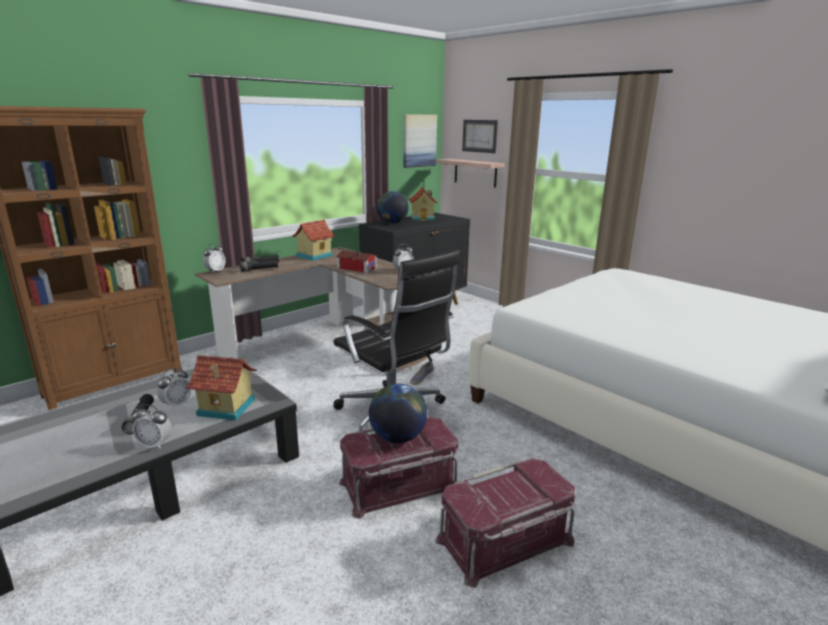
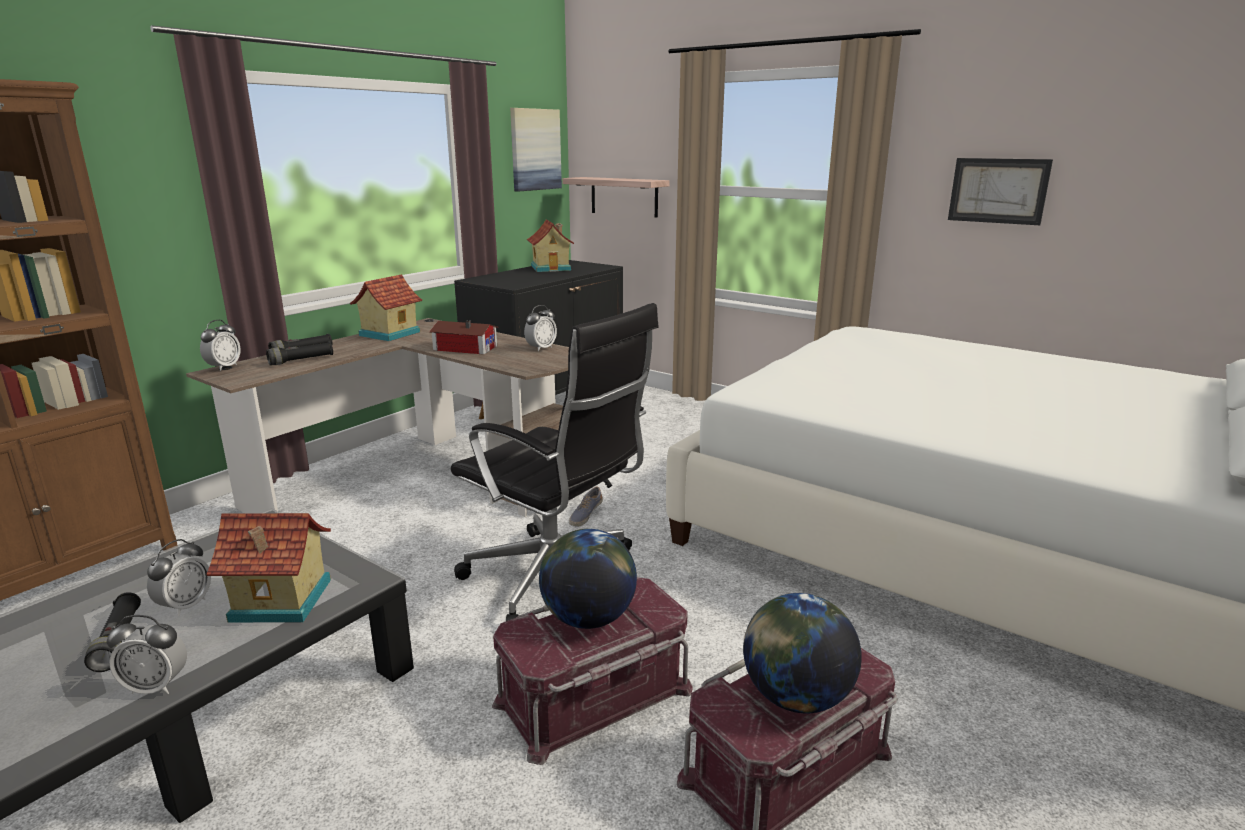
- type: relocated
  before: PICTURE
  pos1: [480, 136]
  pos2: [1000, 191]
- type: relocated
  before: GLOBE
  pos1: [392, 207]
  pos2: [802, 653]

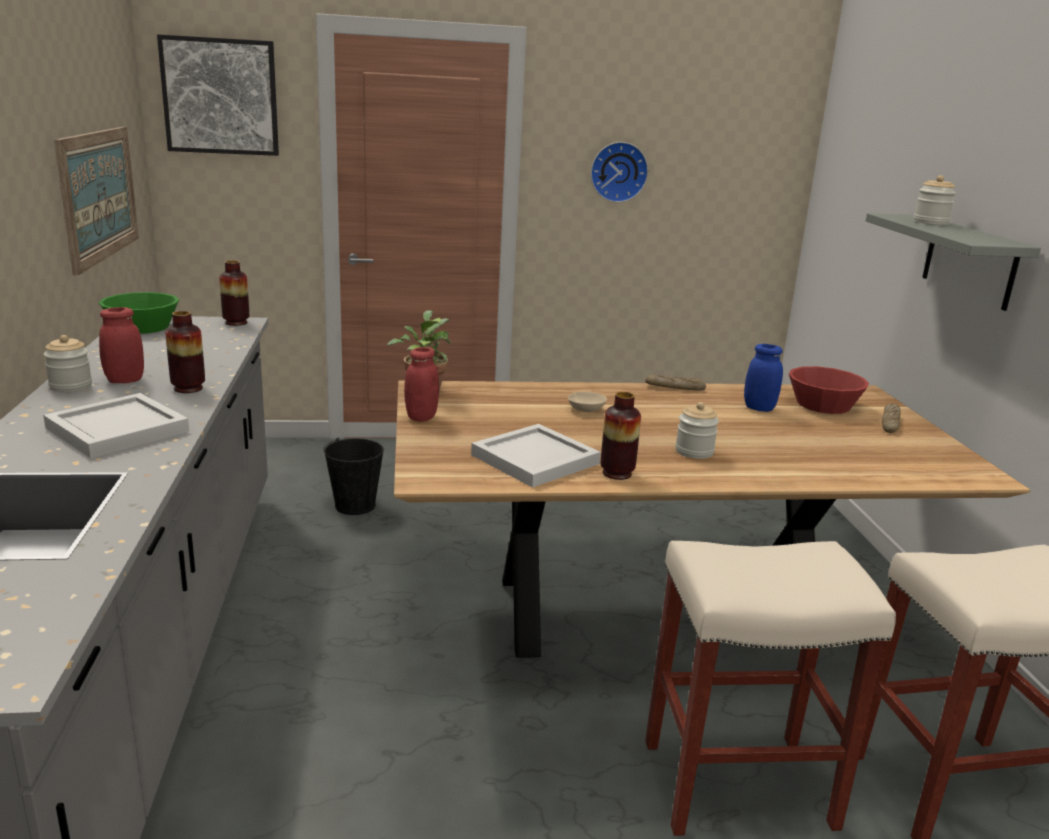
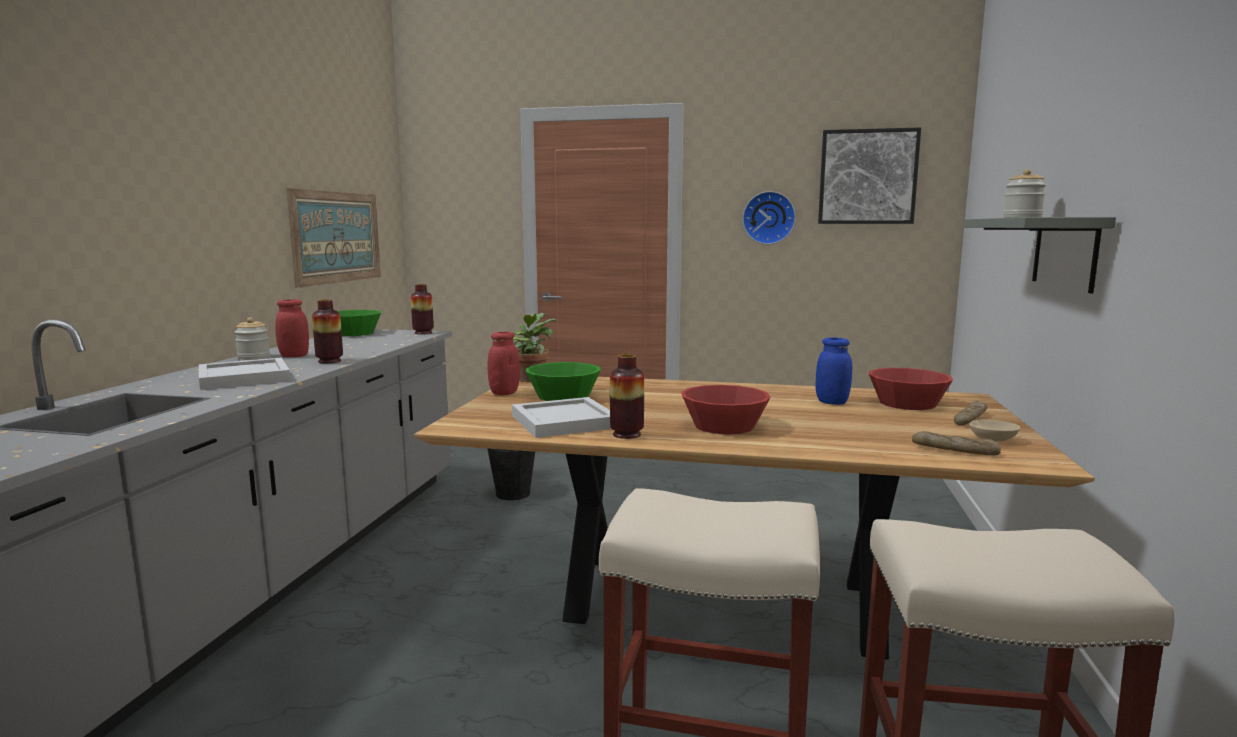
- type: relocated
  before: PICTURE
  pos1: [218, 95]
  pos2: [869, 175]
- type: relocated
  before: BREAD
  pos1: [675, 382]
  pos2: [956, 443]
- type: relocated
  before: BEIGE BOWL
  pos1: [587, 402]
  pos2: [994, 430]
- type: exchanged
  before: JAR
  after: RED BOWL
  pos1: [697, 430]
  pos2: [726, 410]
- type: appeared
  after: GREEN BOWL
  pos2: [563, 381]

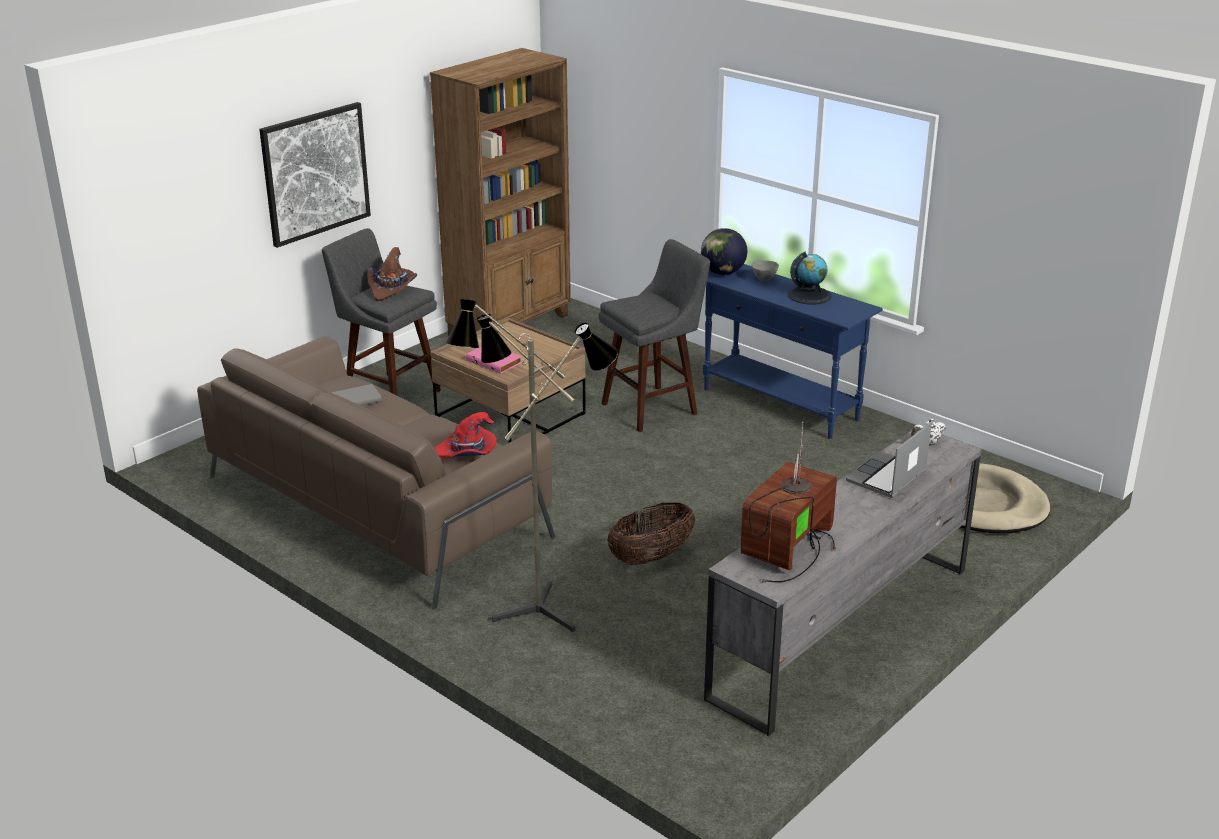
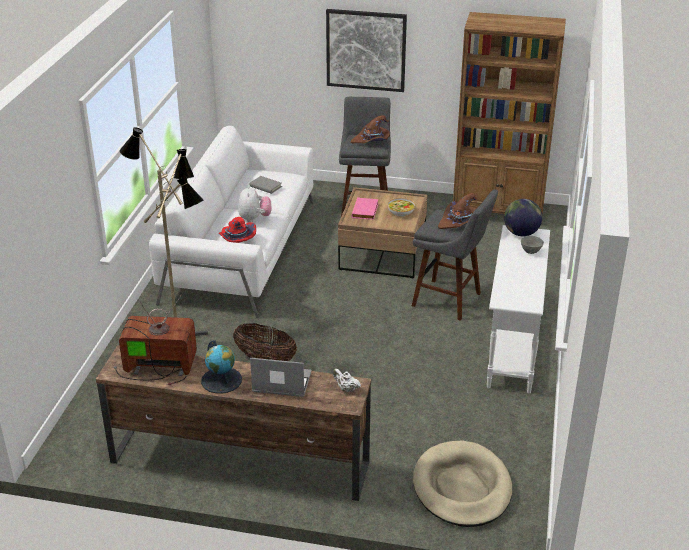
- type: relocated
  before: GLOBE
  pos1: [810, 278]
  pos2: [221, 367]
- type: colour
  before: BLUE CONSOLE TABLE
  after: WHITE CONSOLE TABLE
  pos1: [793, 351]
  pos2: [518, 309]
- type: colour
  before: BROWN SOFA
  after: WHITE SOFA
  pos1: [376, 473]
  pos2: [231, 222]
- type: colour
  before: GREY TV STAND
  after: BROWN TV STAND
  pos1: [843, 583]
  pos2: [233, 423]
- type: appeared
  after: PLUSH TOY
  pos2: [255, 204]
- type: appeared
  after: BROWN HAT
  pos2: [457, 211]
- type: appeared
  after: BOWL
  pos2: [401, 207]

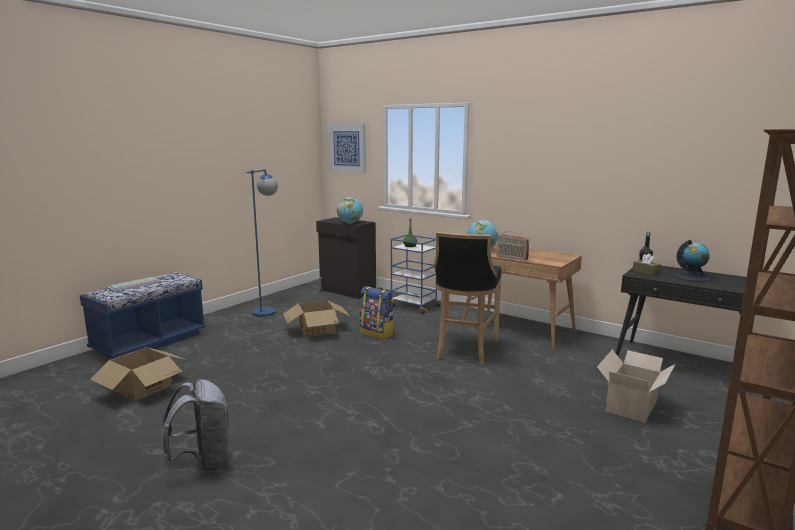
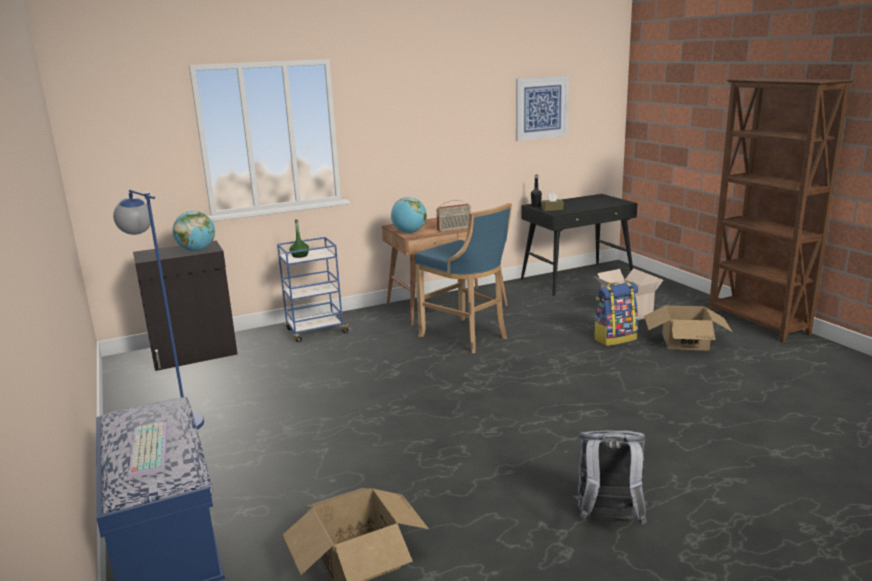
- type: relocated
  before: PICTURE
  pos1: [347, 148]
  pos2: [542, 108]
- type: colour
  before: BLACK STOOL
  after: BLUE STOOL
  pos1: [467, 298]
  pos2: [463, 278]
- type: missing
  before: GLOBE
  pos1: [693, 261]
- type: relocated
  before: BACKPACK
  pos1: [377, 313]
  pos2: [616, 314]
- type: relocated
  before: CARDBOARD BOX
  pos1: [316, 318]
  pos2: [688, 328]

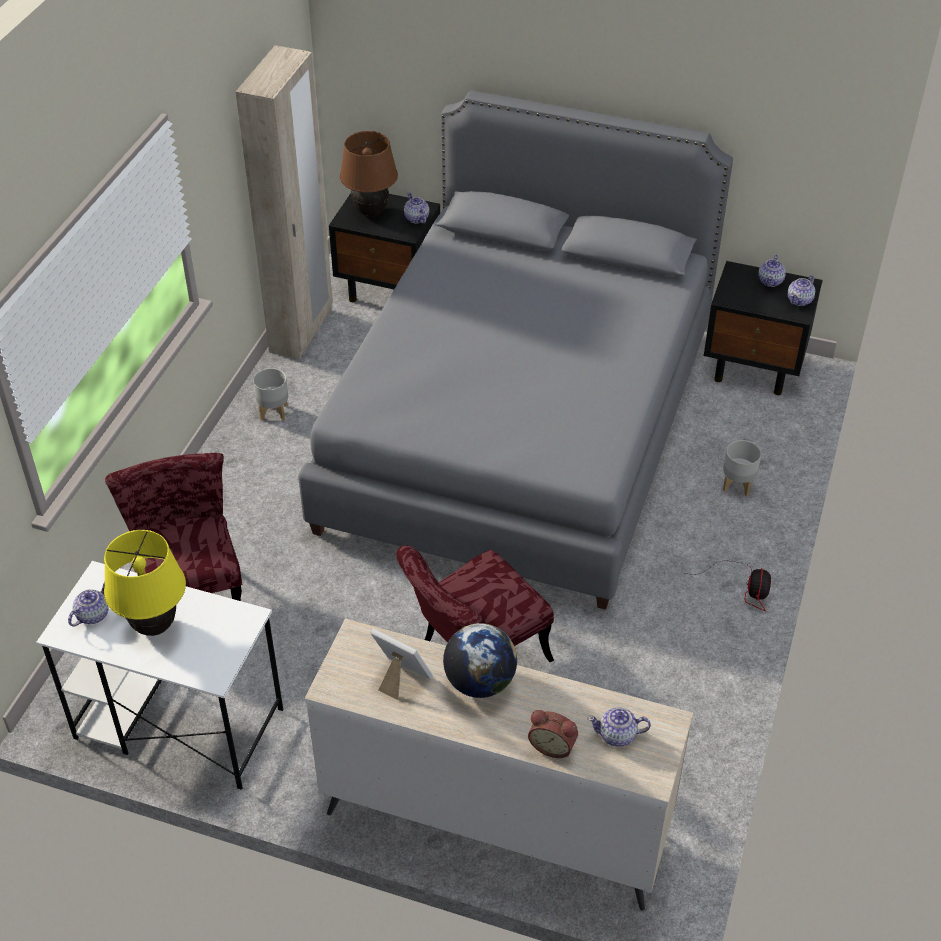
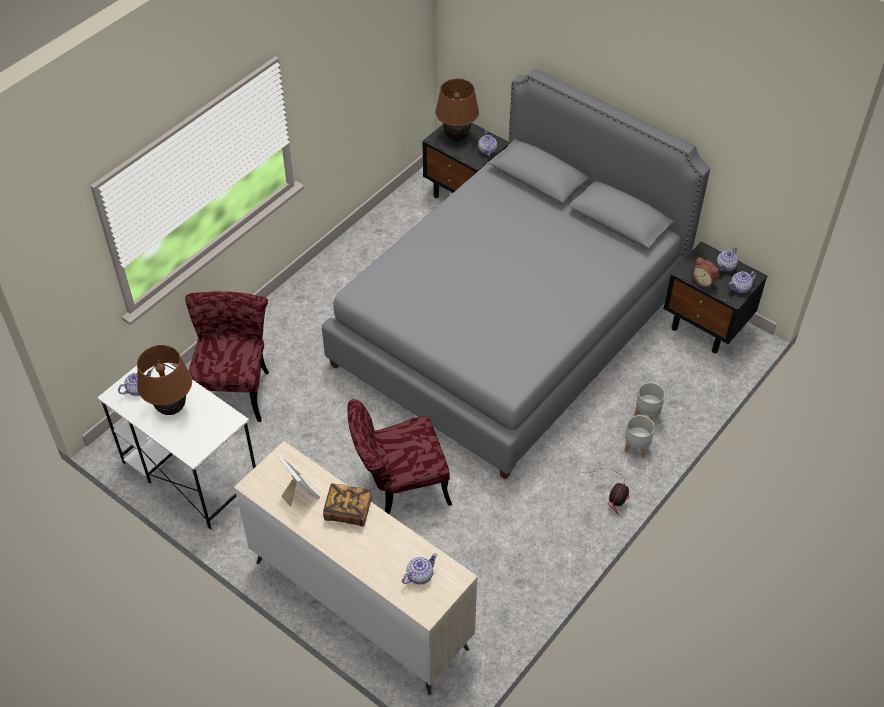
- type: missing
  before: BEIGE WARDROBE
  pos1: [284, 202]
- type: relocated
  before: GREY PLANTER
  pos1: [270, 394]
  pos2: [640, 436]
- type: colour
  before: YELLOW TABLE LAMP
  after: BROWN TABLE LAMP
  pos1: [145, 583]
  pos2: [164, 380]
- type: exchanged
  before: GLOBE
  after: BOOK
  pos1: [480, 660]
  pos2: [347, 504]
- type: spun
  before: TEAPOT
  pos1: [619, 727]
  pos2: [420, 569]
  turn: 120
- type: relocated
  before: ALARM CLOCK
  pos1: [553, 734]
  pos2: [705, 272]

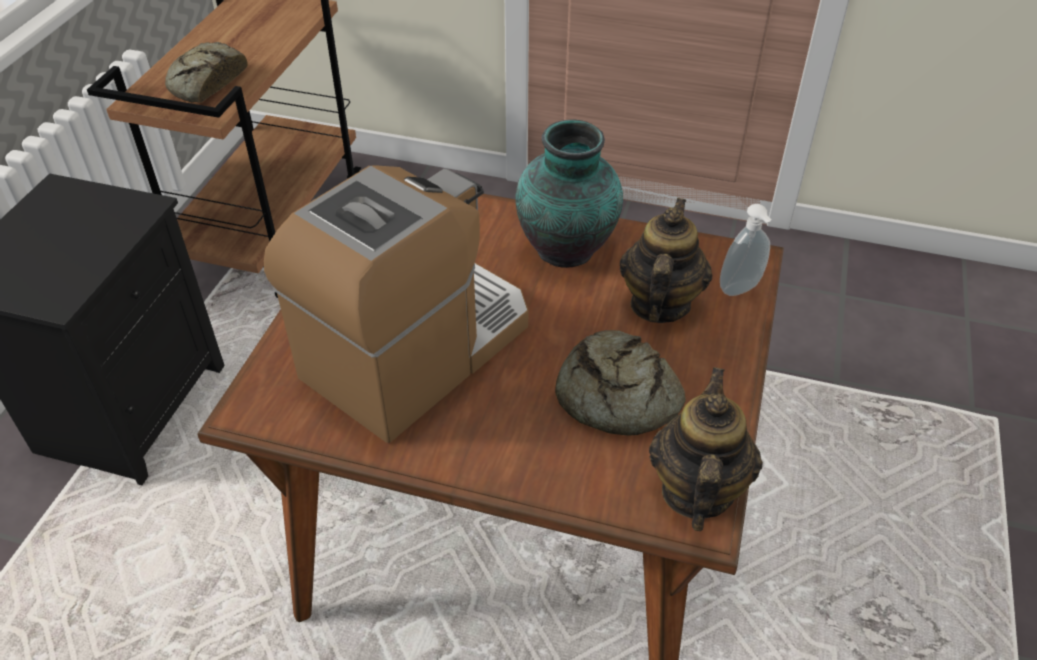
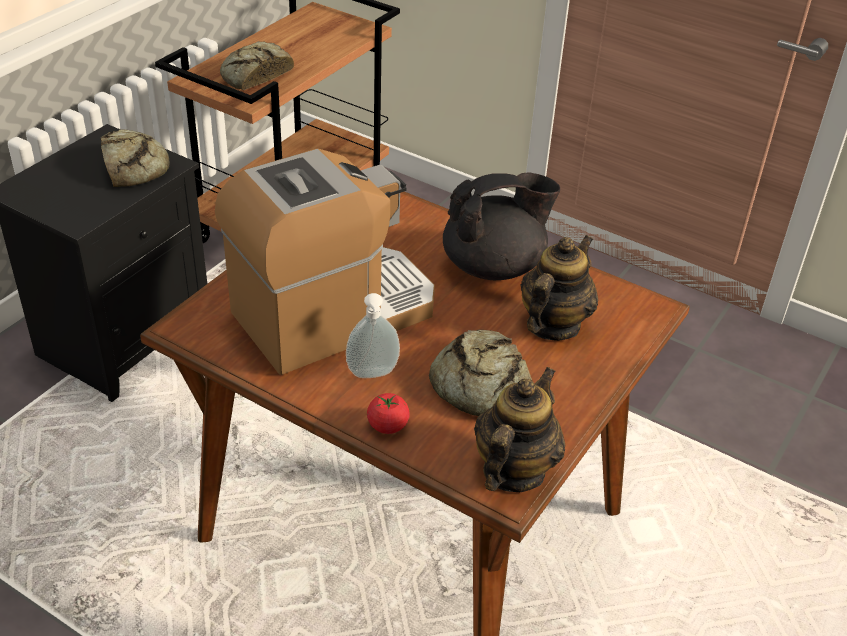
- type: exchanged
  before: VASE
  after: BLACK TEAPOT
  pos1: [569, 194]
  pos2: [501, 226]
- type: relocated
  before: SOAP DISPENSER
  pos1: [746, 250]
  pos2: [373, 335]
- type: appeared
  after: BREAD
  pos2: [135, 158]
- type: appeared
  after: TOMATO
  pos2: [388, 413]

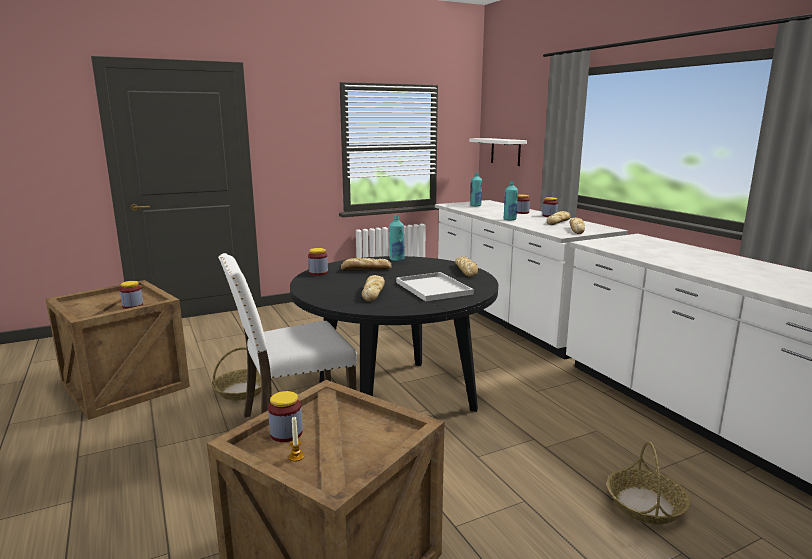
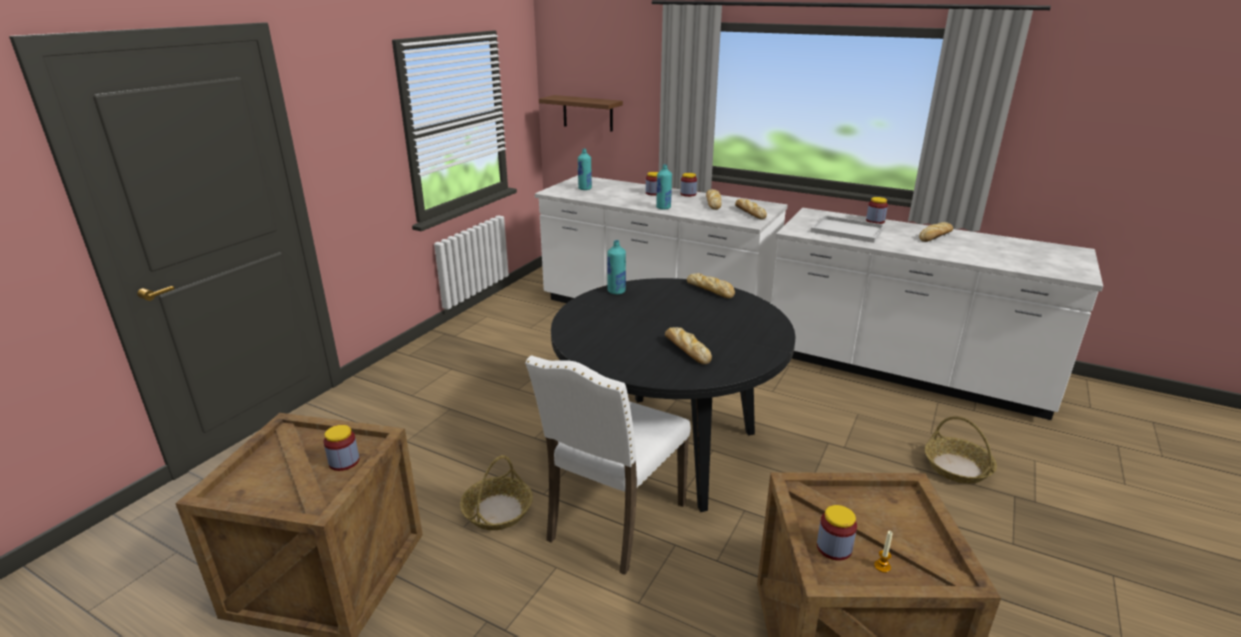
- type: colour
  before: WHITE SHELF
  after: BROWN SHELF
  pos1: [498, 152]
  pos2: [581, 113]
- type: relocated
  before: JAR
  pos1: [318, 262]
  pos2: [877, 210]
- type: relocated
  before: BREAD
  pos1: [366, 264]
  pos2: [936, 232]
- type: relocated
  before: WHITE TRAY
  pos1: [435, 286]
  pos2: [848, 229]

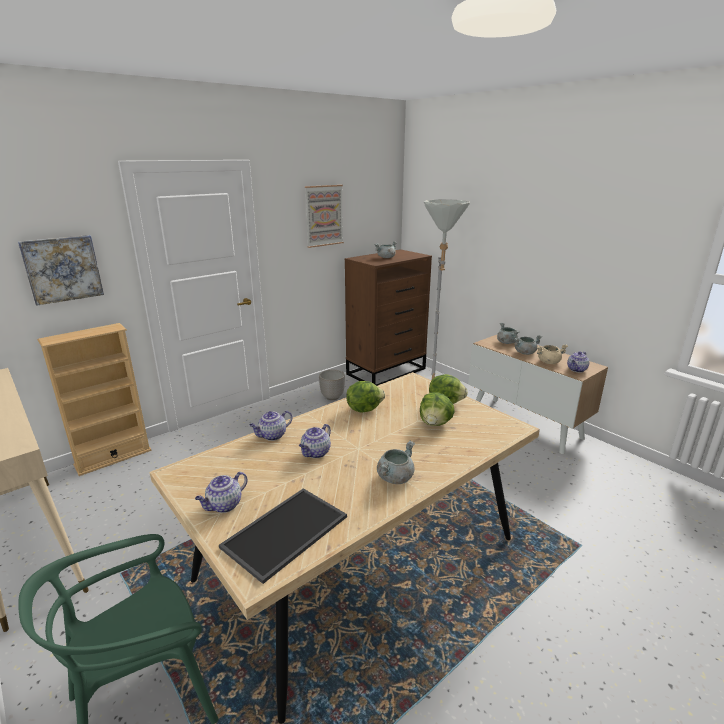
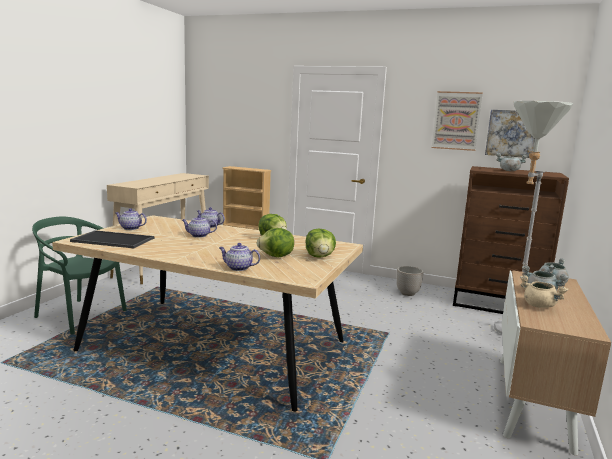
- type: relocated
  before: PICTURE
  pos1: [61, 270]
  pos2: [510, 134]
- type: relocated
  before: TEAPOT
  pos1: [578, 361]
  pos2: [239, 257]
- type: missing
  before: GREY COOKING POT
  pos1: [396, 462]

